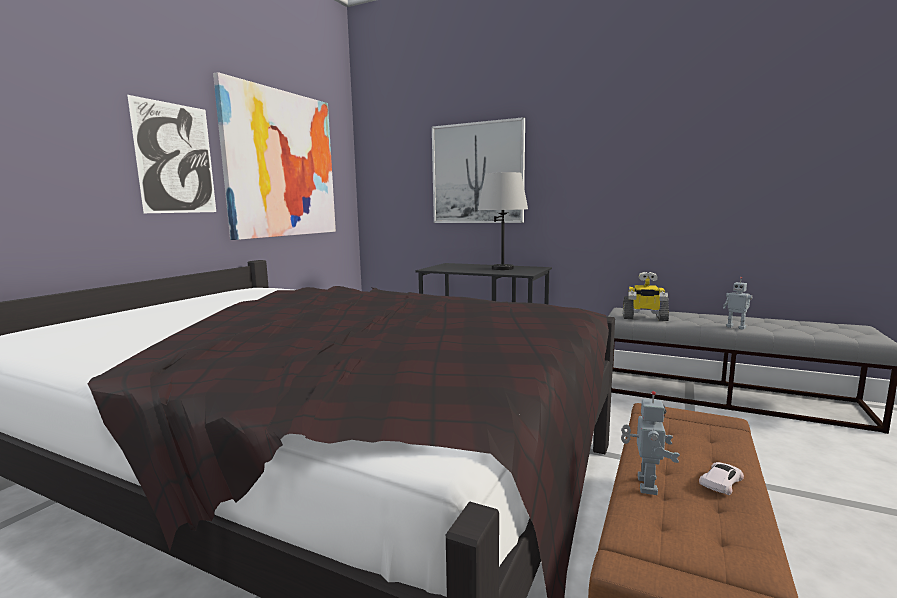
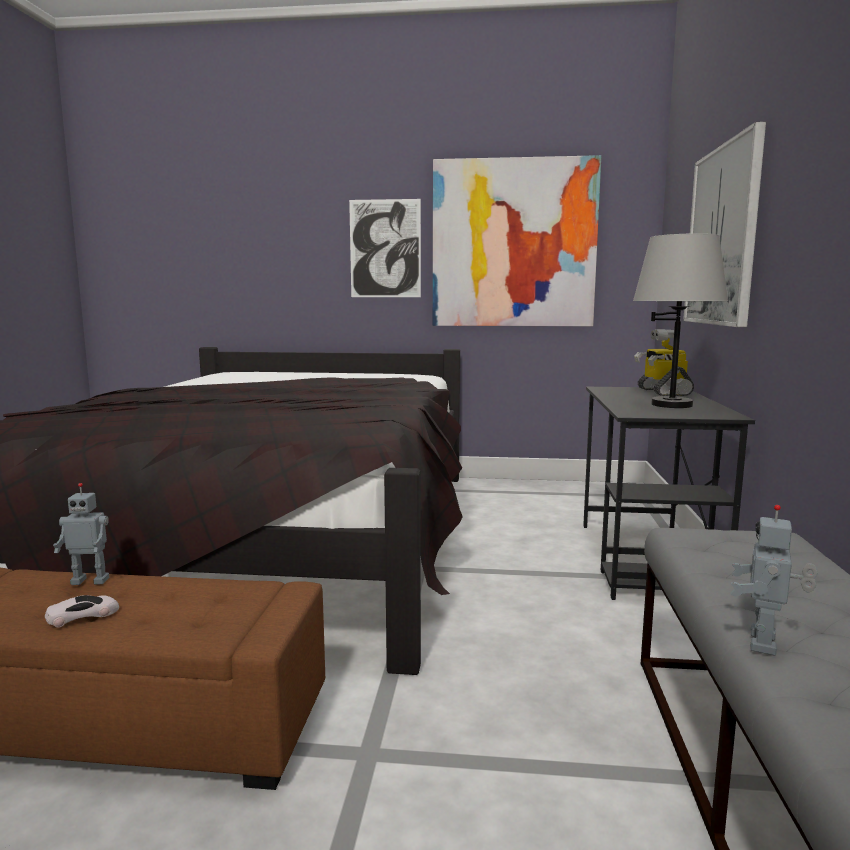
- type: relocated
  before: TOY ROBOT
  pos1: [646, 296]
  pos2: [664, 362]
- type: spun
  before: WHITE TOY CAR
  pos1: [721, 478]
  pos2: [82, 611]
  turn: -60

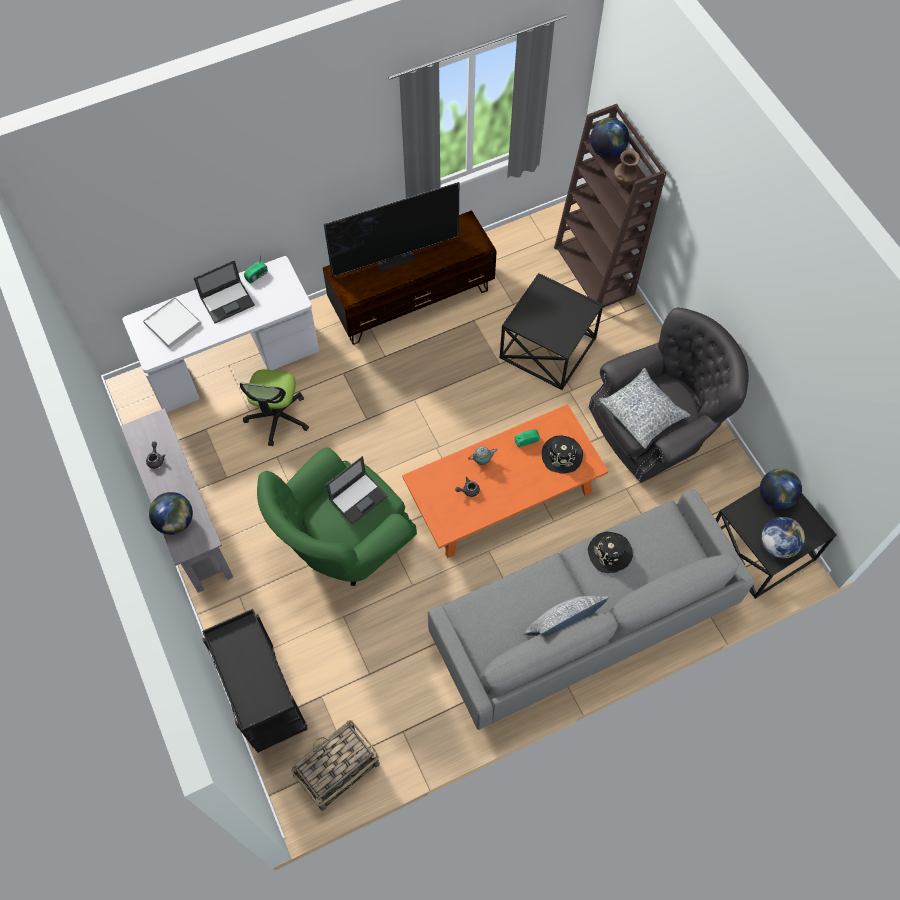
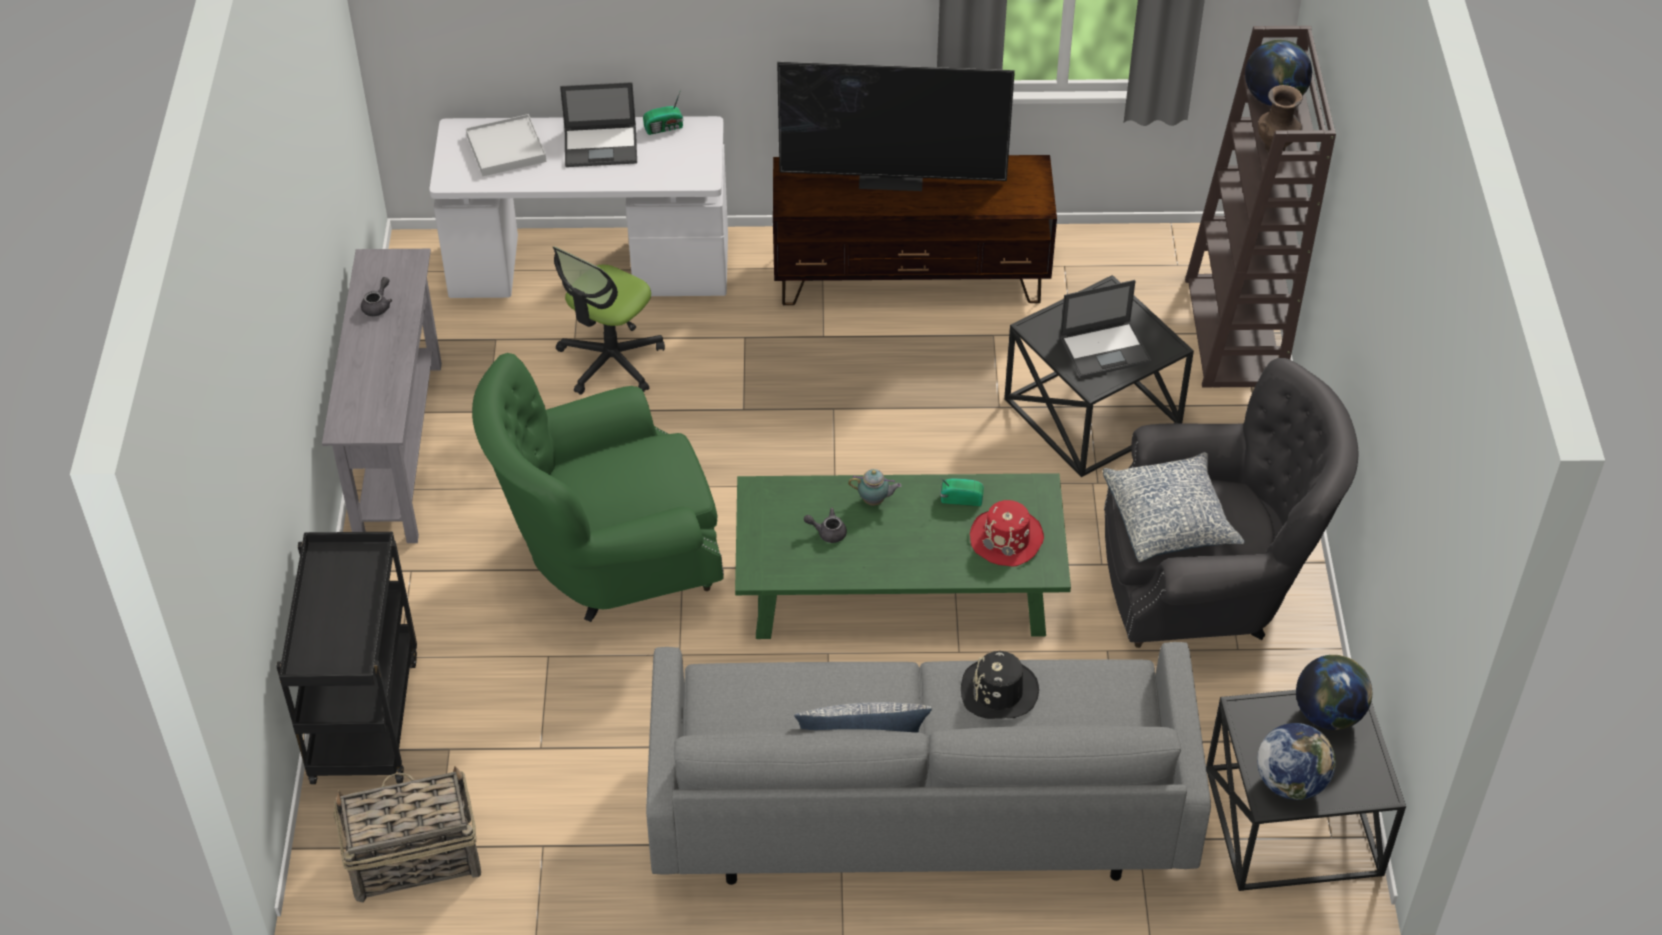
- type: colour
  before: ORANGE COFFEE TABLE
  after: GREEN COFFEE TABLE
  pos1: [505, 481]
  pos2: [903, 556]
- type: colour
  before: BLACK HAT
  after: RED HAT
  pos1: [562, 455]
  pos2: [1007, 533]
- type: relocated
  before: LAPTOP
  pos1: [357, 490]
  pos2: [1105, 329]
- type: missing
  before: GLOBE
  pos1: [171, 513]

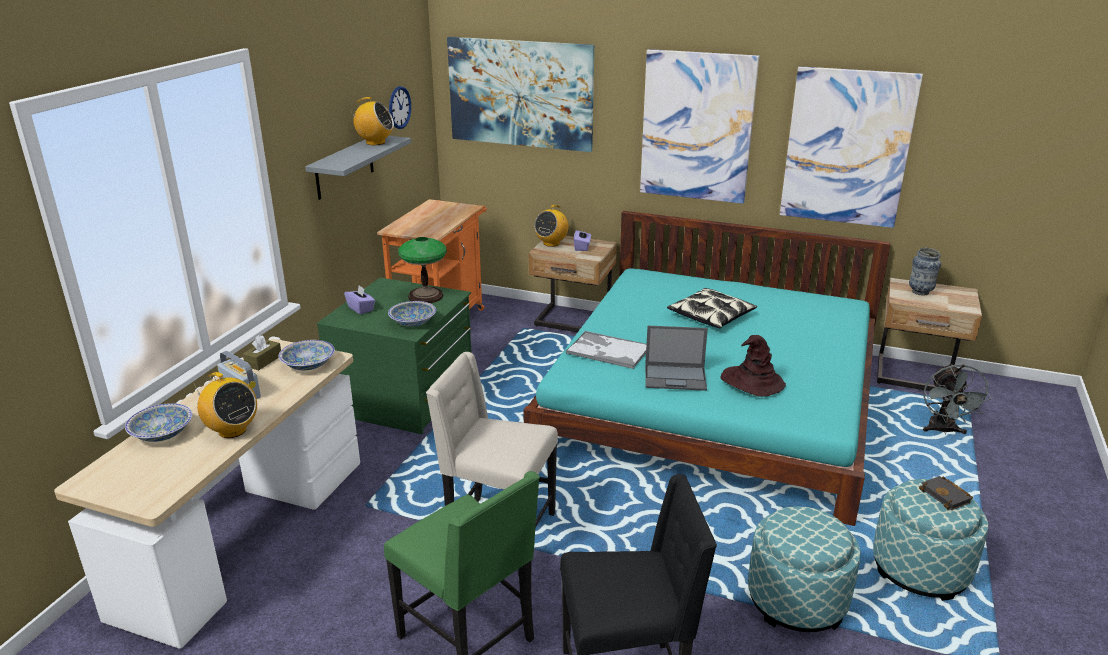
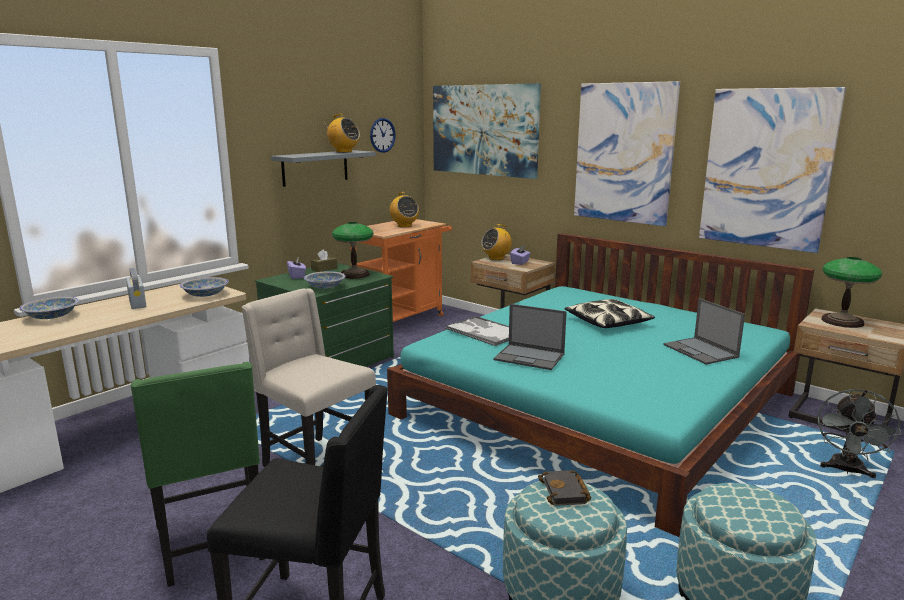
- type: exchanged
  before: VASE
  after: TABLE LAMP
  pos1: [925, 271]
  pos2: [851, 292]
- type: relocated
  before: BROWN TISSUE BOX
  pos1: [262, 352]
  pos2: [324, 260]
- type: missing
  before: BROWN HAT
  pos1: [753, 366]
- type: relocated
  before: RADIO
  pos1: [225, 405]
  pos2: [404, 209]
- type: relocated
  before: BLACK BOOK
  pos1: [946, 493]
  pos2: [564, 488]
- type: appeared
  after: LAPTOP
  pos2: [704, 331]

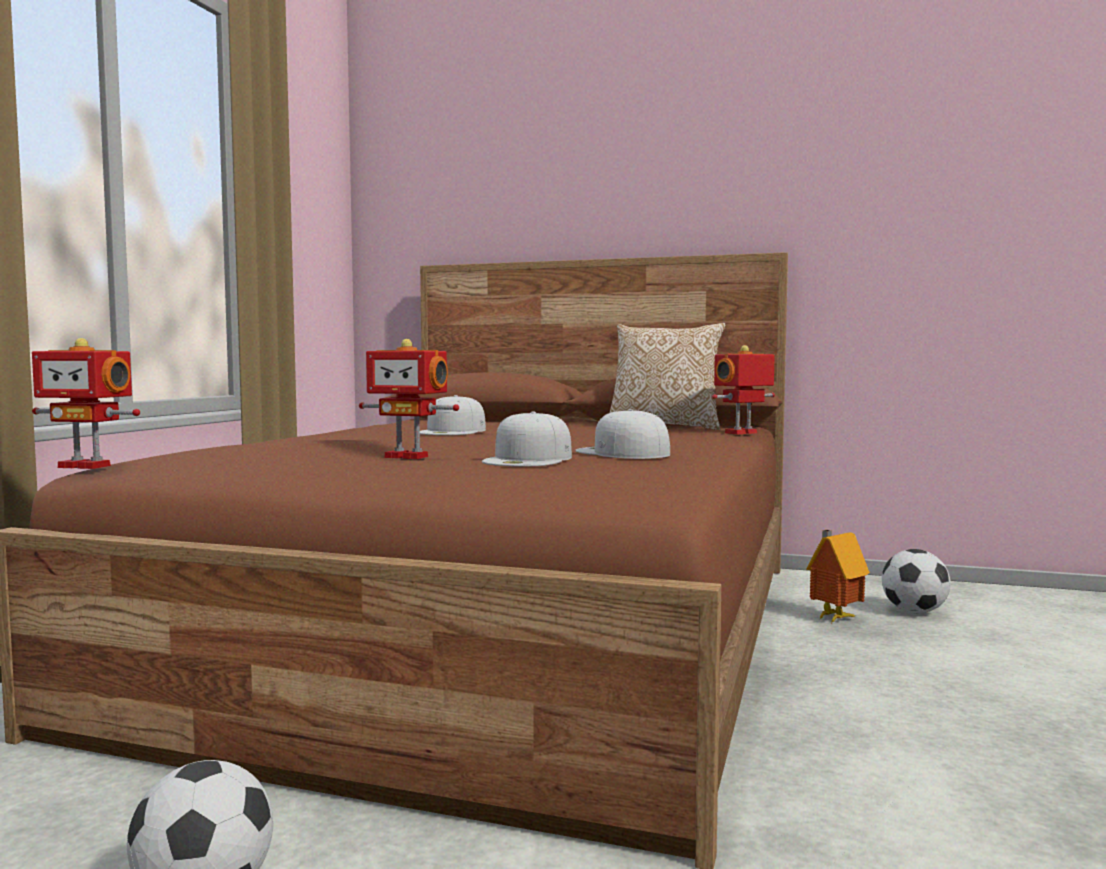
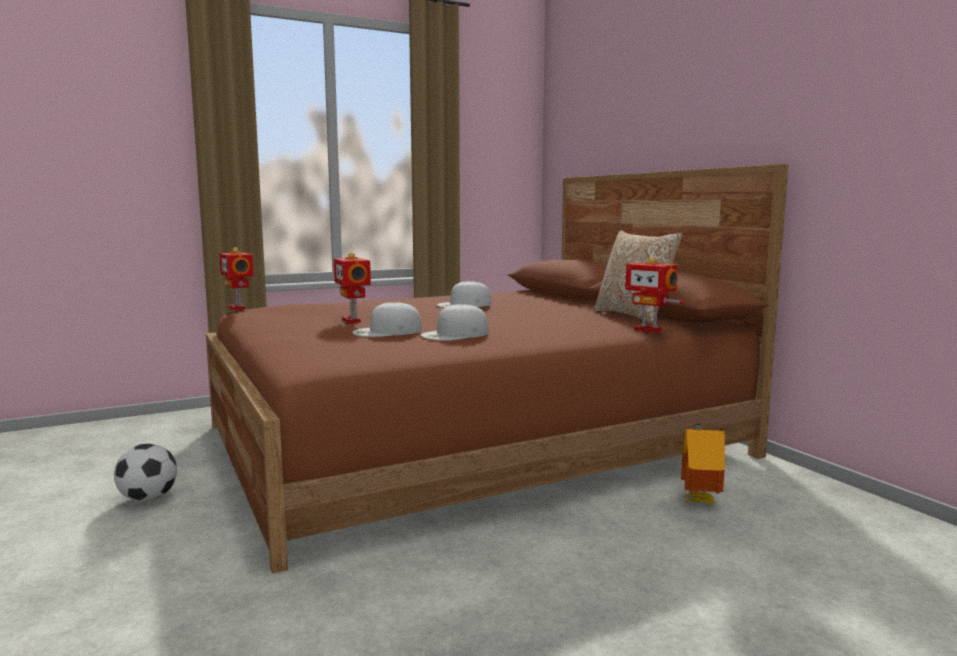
- type: spun
  before: TOY ROBOT
  pos1: [743, 390]
  pos2: [652, 295]
  turn: -150
- type: spun
  before: WHITE CAP
  pos1: [622, 434]
  pos2: [454, 322]
  turn: -135
- type: missing
  before: FOOTBALL
  pos1: [916, 581]

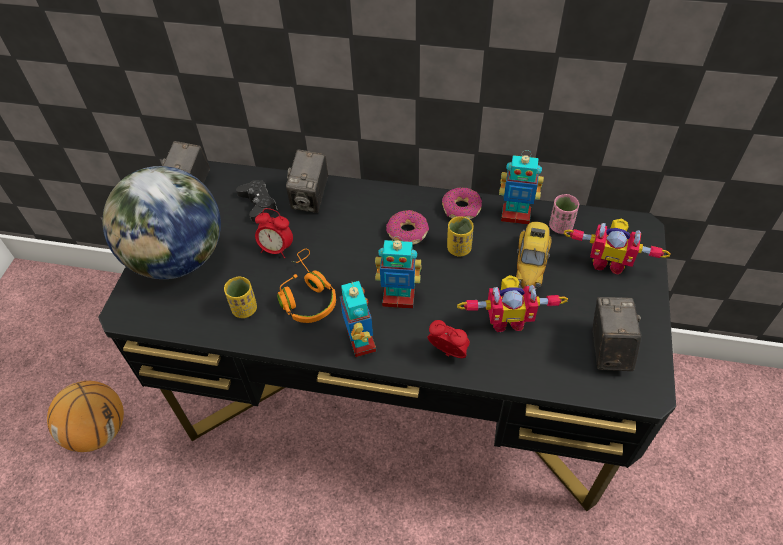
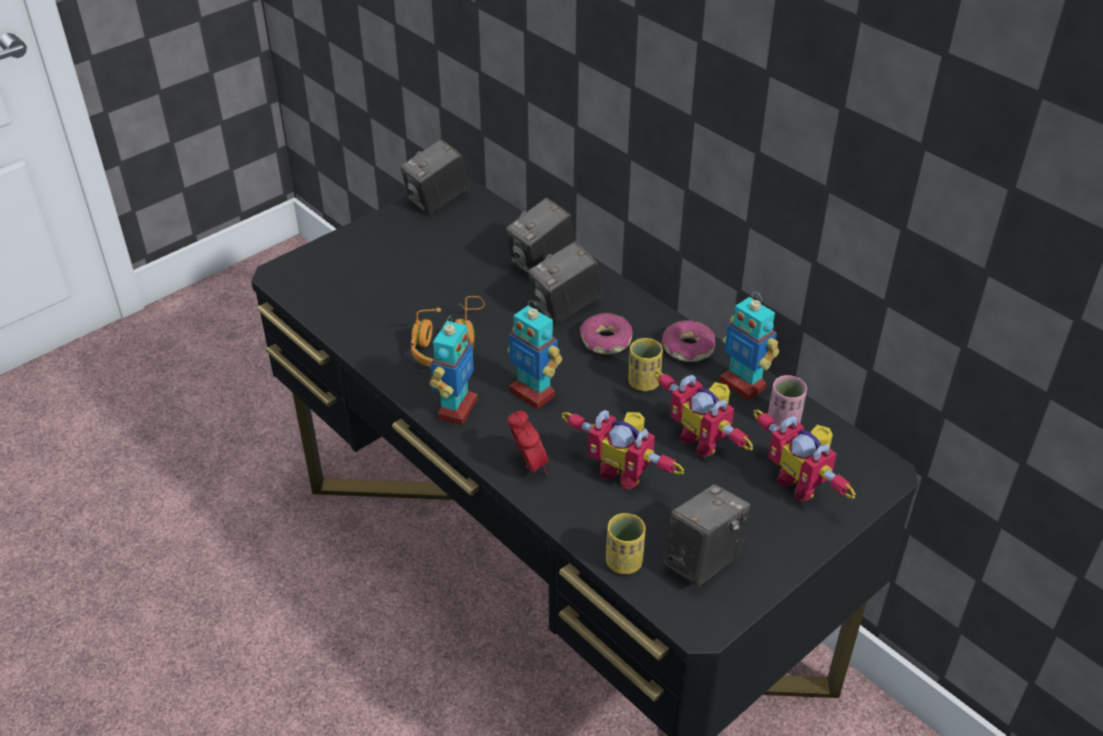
- type: missing
  before: GLOBE
  pos1: [161, 222]
- type: missing
  before: BLACK GAME CONTROLLER
  pos1: [257, 201]
- type: missing
  before: ALARM CLOCK
  pos1: [274, 233]
- type: exchanged
  before: TOY CAR
  after: TOY ROBOT
  pos1: [533, 256]
  pos2: [703, 414]
- type: relocated
  before: YELLOW CUP
  pos1: [240, 297]
  pos2: [626, 543]
- type: missing
  before: BASKETBALL
  pos1: [85, 416]
- type: appeared
  after: PHOTO CAMERA
  pos2: [565, 282]

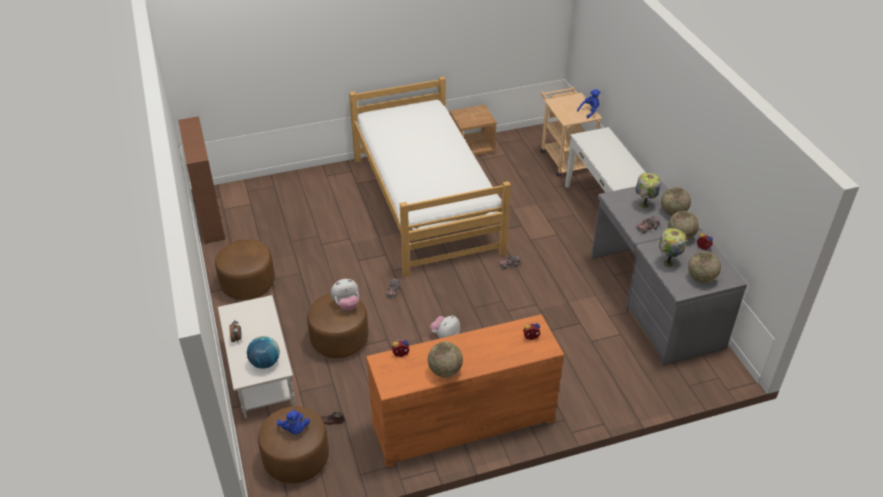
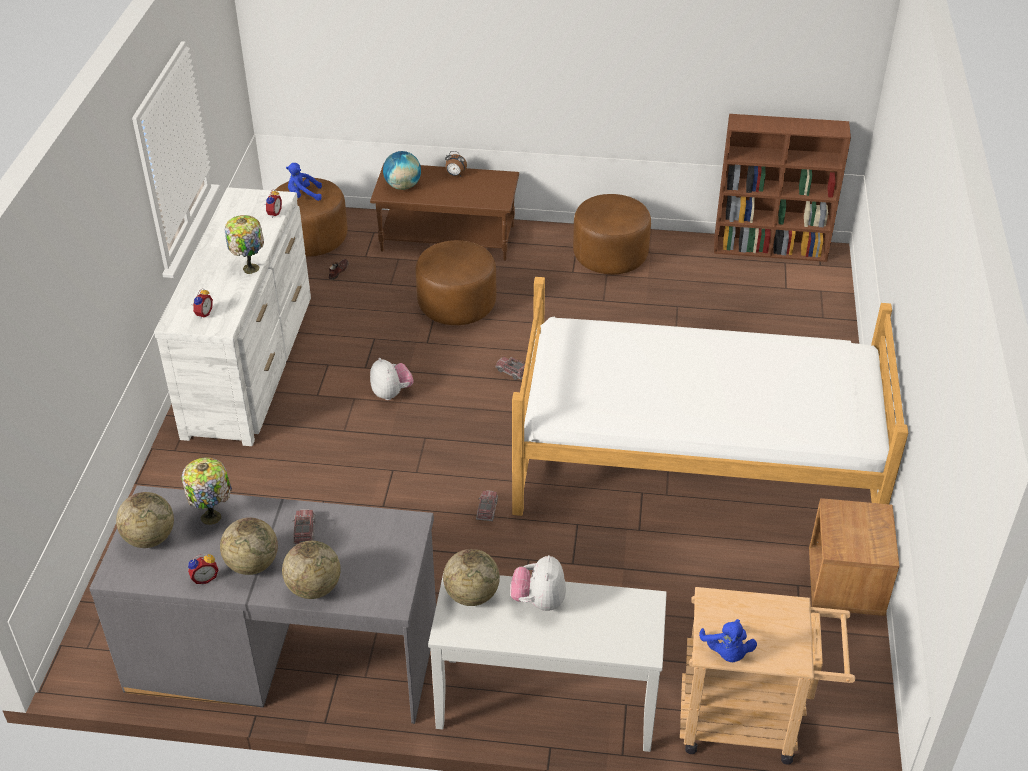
- type: relocated
  before: TABLE LAMP
  pos1: [648, 191]
  pos2: [244, 244]
- type: relocated
  before: PLUSH TOY
  pos1: [345, 295]
  pos2: [538, 583]
- type: colour
  before: WHITE COFFEE TABLE
  after: BROWN COFFEE TABLE
  pos1: [256, 357]
  pos2: [444, 212]
- type: colour
  before: ORANGE DRESSER
  after: WHITE DRESSER
  pos1: [465, 390]
  pos2: [232, 316]
- type: relocated
  before: GLOBE
  pos1: [445, 359]
  pos2: [471, 577]

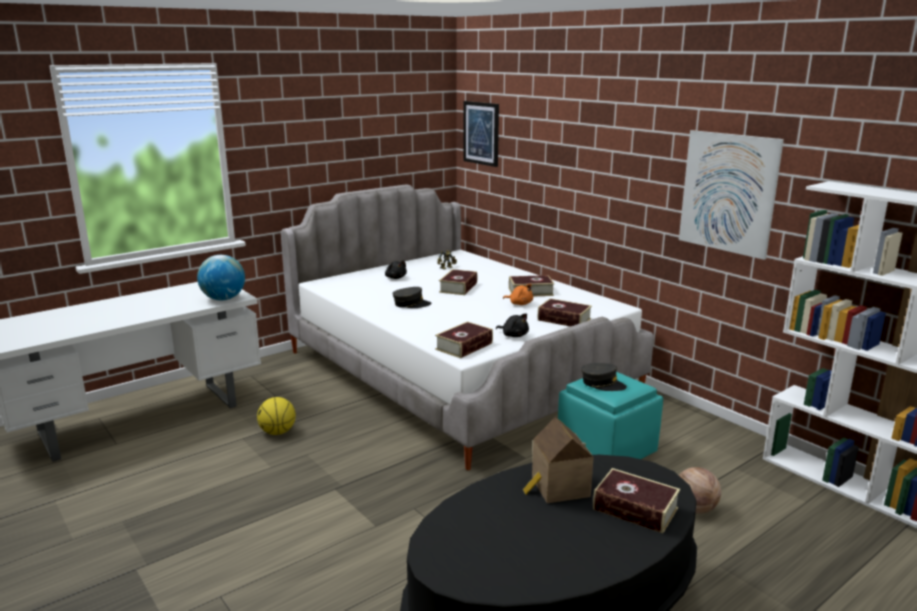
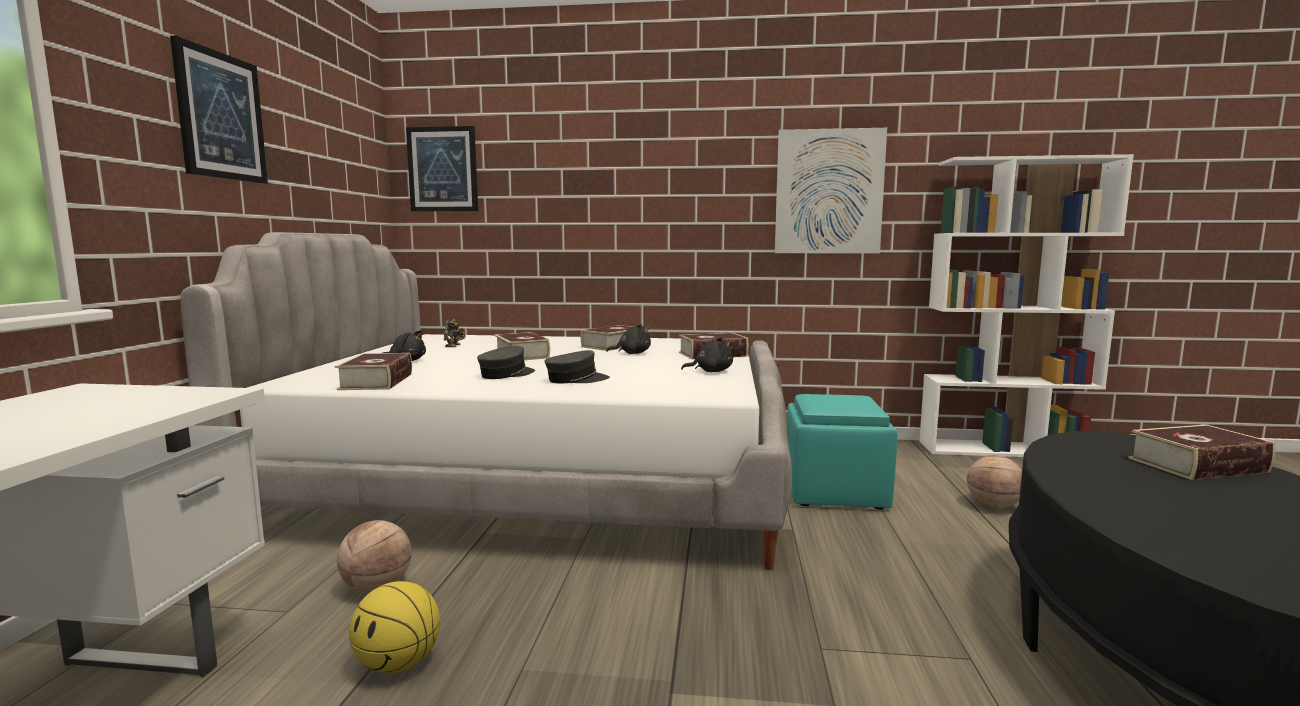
- type: missing
  before: GLOBE
  pos1: [221, 277]
- type: colour
  before: ORANGE PLUSH TOY
  after: BLACK PLUSH TOY
  pos1: [518, 294]
  pos2: [628, 339]
- type: relocated
  before: BOOK
  pos1: [464, 339]
  pos2: [373, 371]
- type: relocated
  before: GREY CAP
  pos1: [604, 377]
  pos2: [577, 366]
- type: missing
  before: TOY HOUSE
  pos1: [558, 460]
- type: appeared
  after: PICTURE
  pos2: [219, 109]
- type: appeared
  after: BASKETBALL
  pos2: [374, 556]

